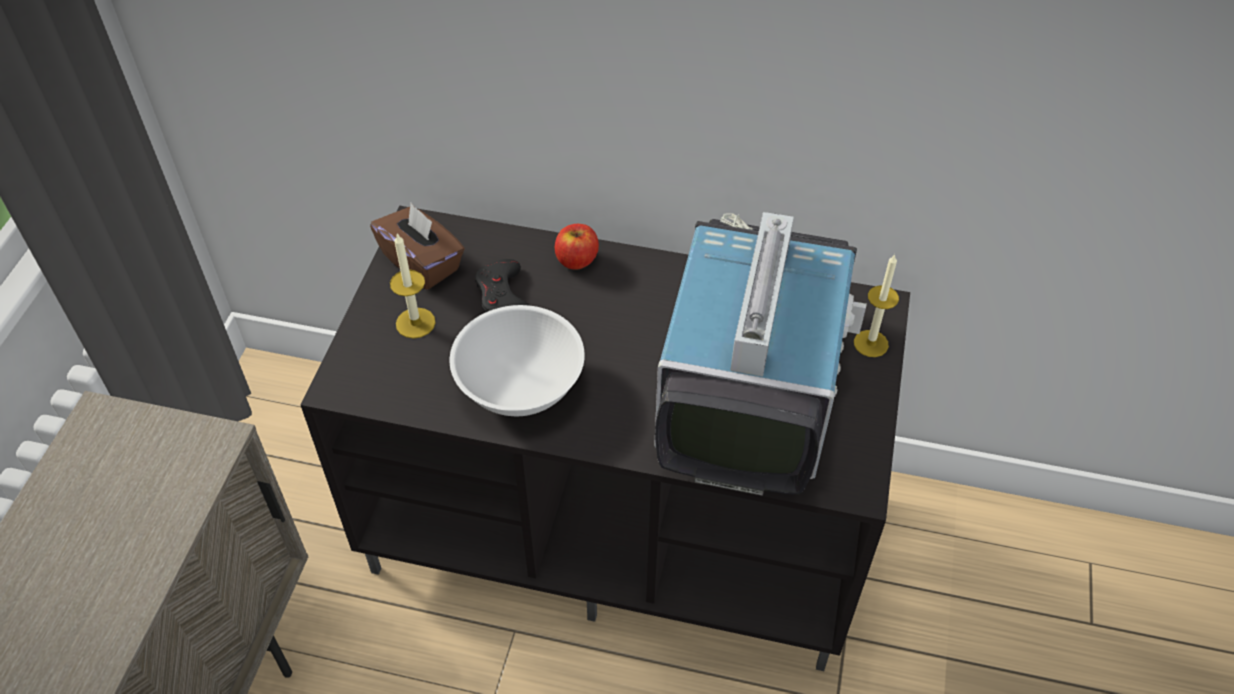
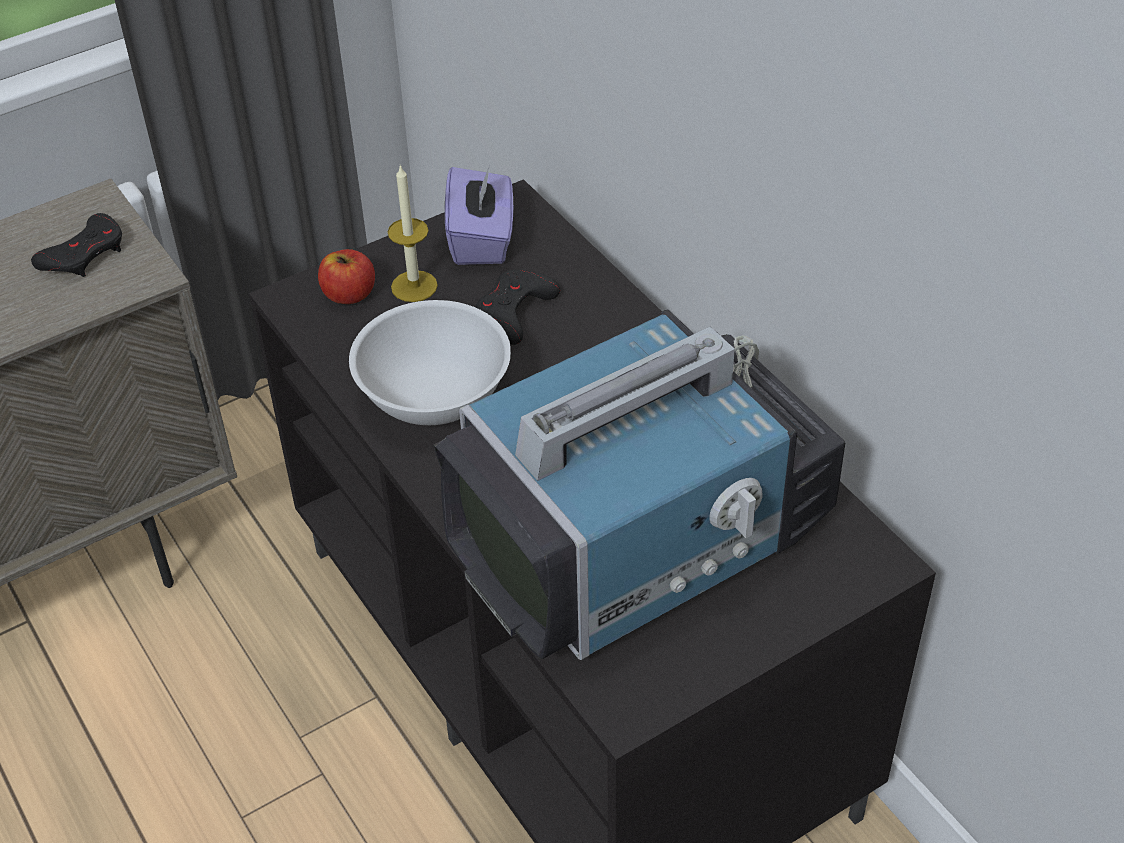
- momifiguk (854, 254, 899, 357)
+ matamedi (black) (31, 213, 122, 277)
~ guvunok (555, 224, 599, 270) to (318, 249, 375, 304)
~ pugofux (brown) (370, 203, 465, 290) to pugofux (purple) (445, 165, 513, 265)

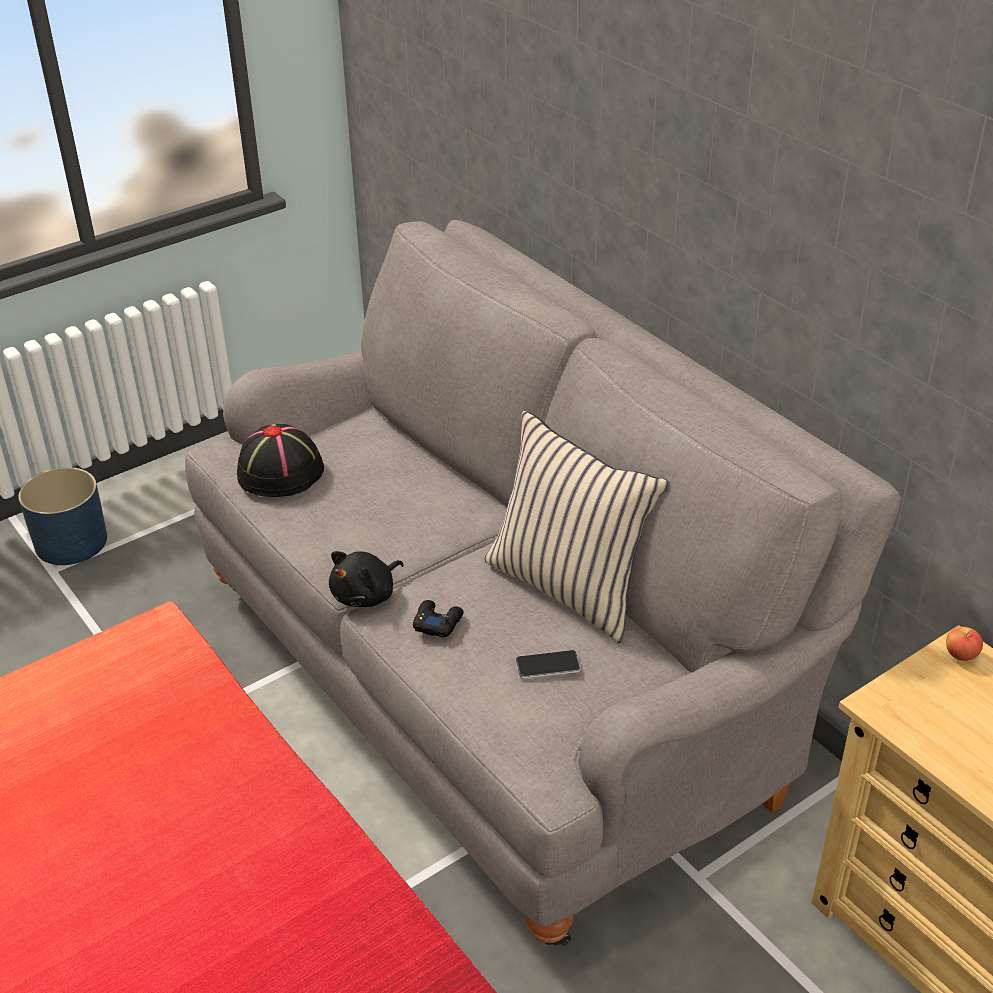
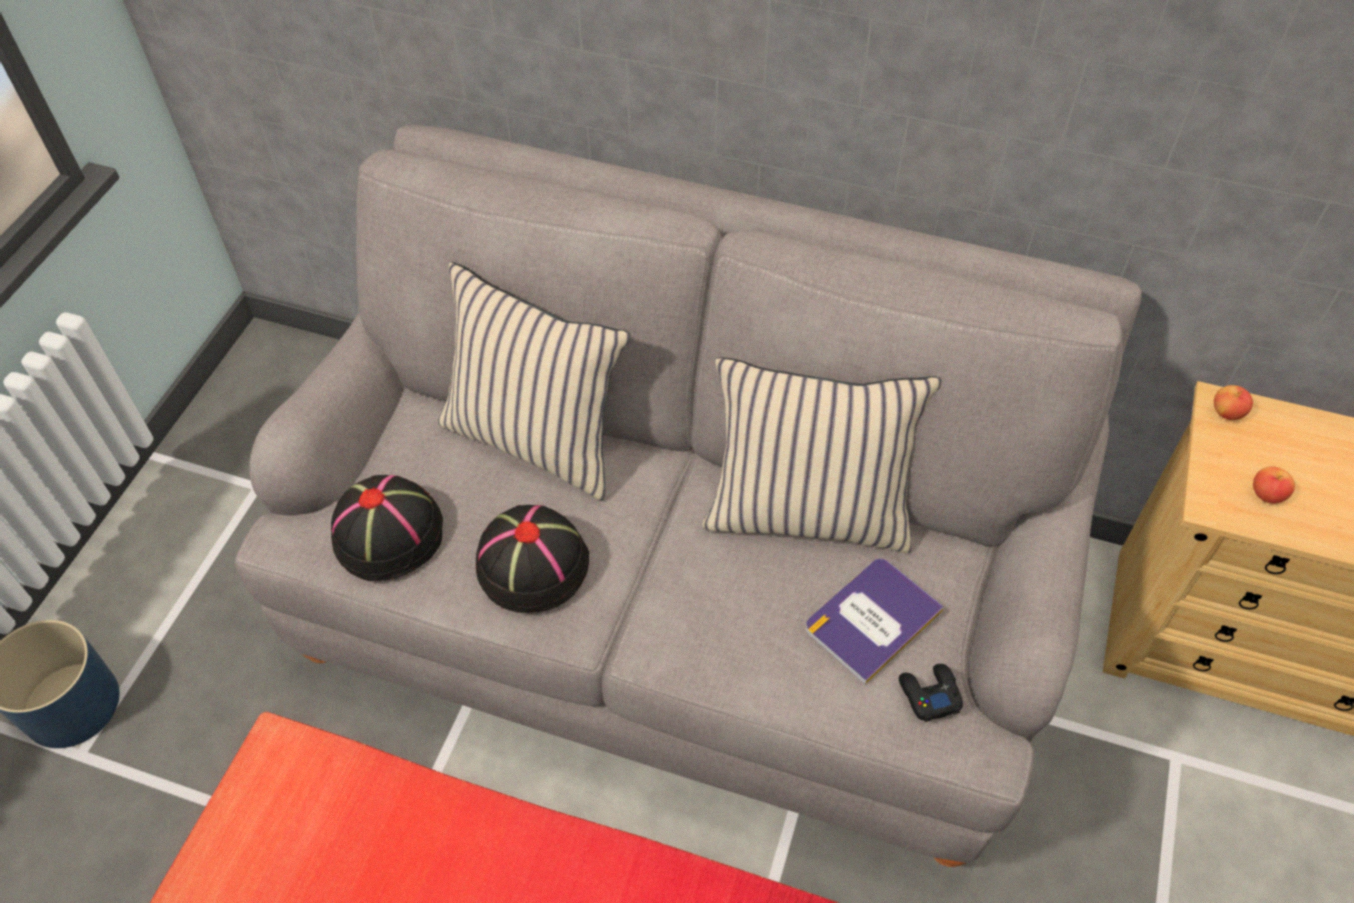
- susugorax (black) (329, 551, 404, 607)
+ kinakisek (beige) (437, 262, 631, 501)
+ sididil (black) (476, 505, 589, 613)
+ guvunok (1253, 467, 1295, 503)
~ matamedi (black) (413, 600, 464, 638) to (899, 664, 963, 722)
~ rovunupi (516, 650, 581, 679) to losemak (806, 559, 944, 684)

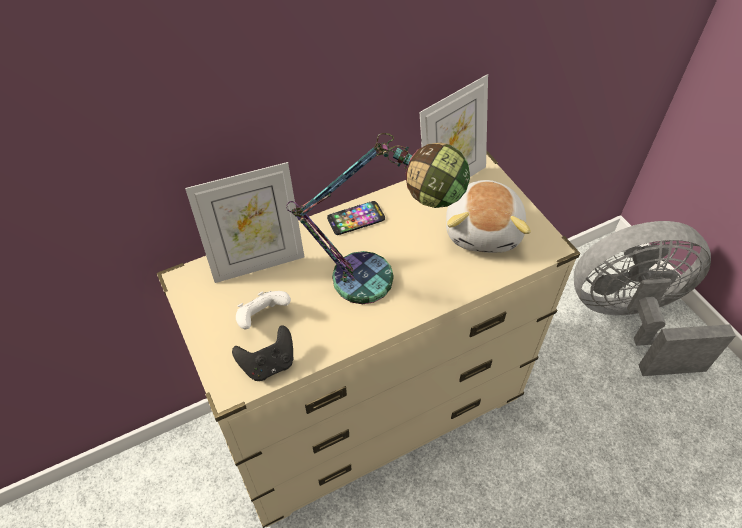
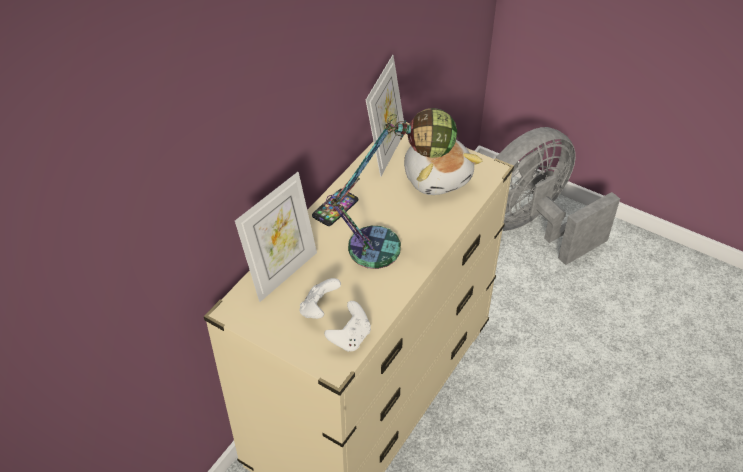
~ matamedi (black) (232, 326, 293, 381) to matamedi (white) (324, 301, 371, 352)

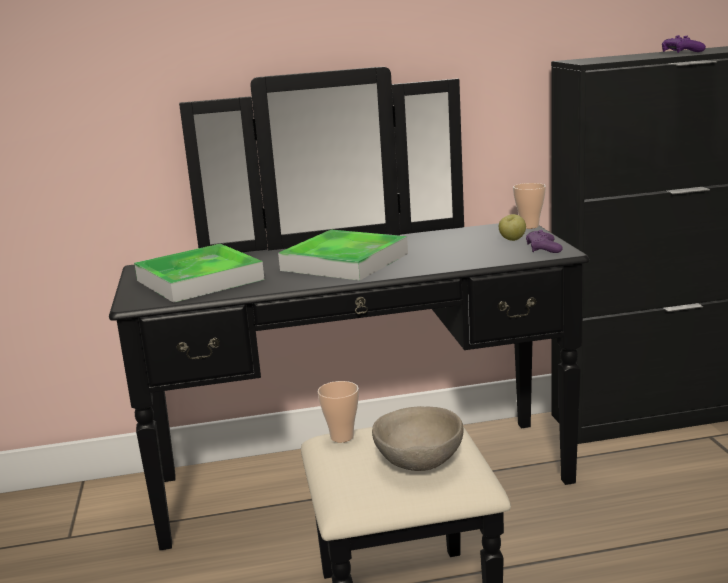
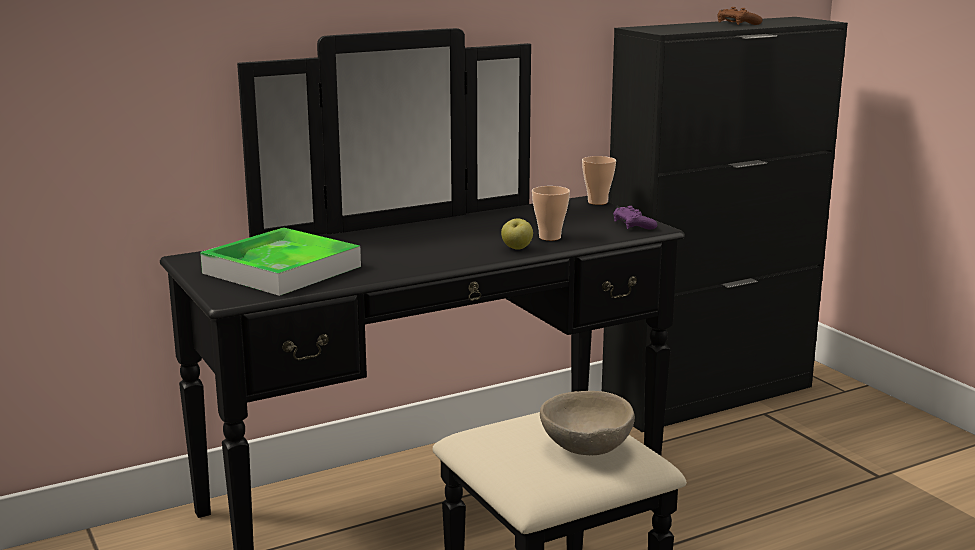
- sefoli (278, 230, 408, 281)
~ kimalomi (317, 381, 359, 442) to (532, 186, 570, 241)
~ guvunok (499, 214, 526, 241) to (501, 219, 533, 250)
~ matamedi (purple) (662, 35, 706, 53) to matamedi (brown) (717, 7, 762, 25)

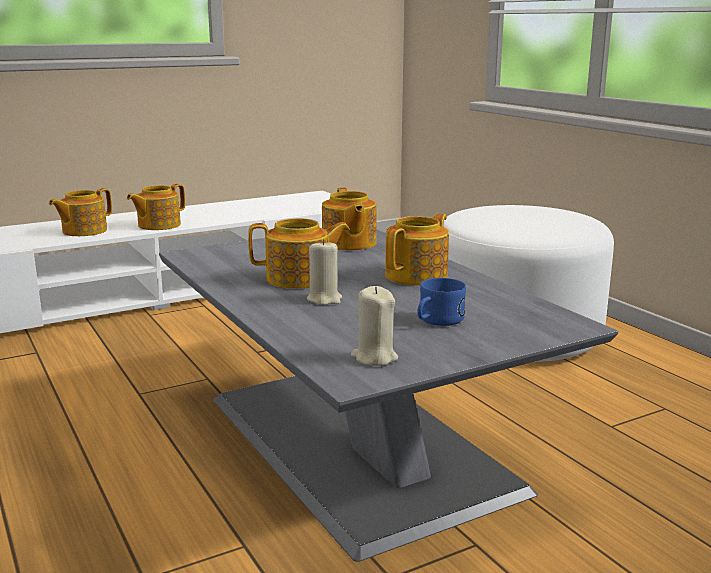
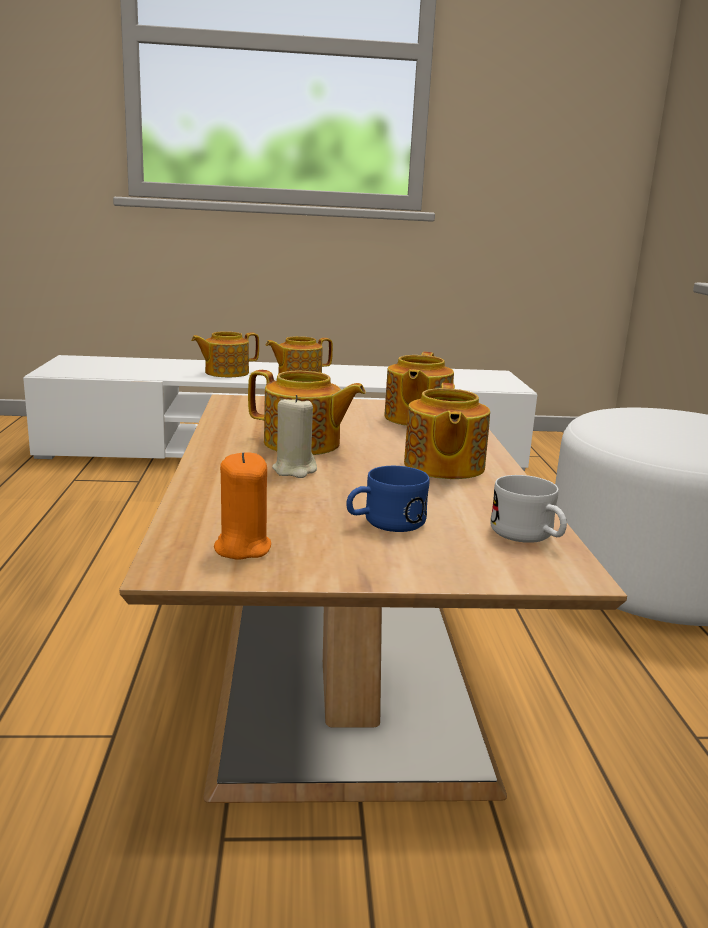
+ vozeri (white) (490, 475, 567, 543)
~ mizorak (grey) (159, 229, 618, 562) to mizorak (brown) (119, 394, 627, 803)
~ momifiguk (beige) (351, 286, 398, 366) to momifiguk (orange) (214, 452, 271, 560)
~ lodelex (385, 213, 449, 286) = (404, 383, 490, 479) 120 degrees clockwise

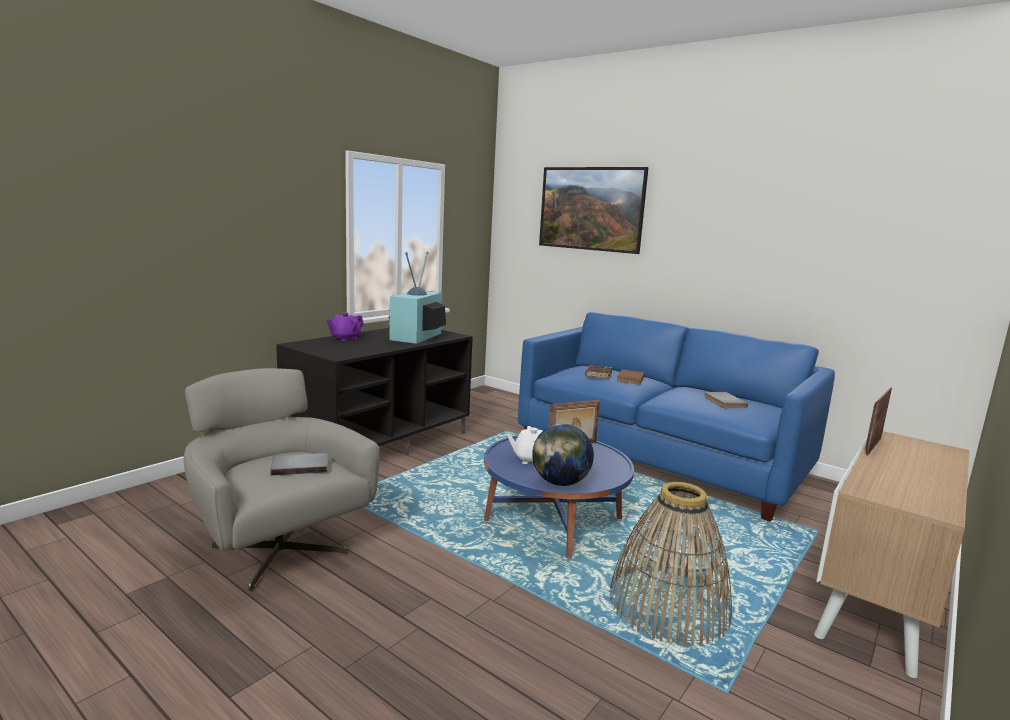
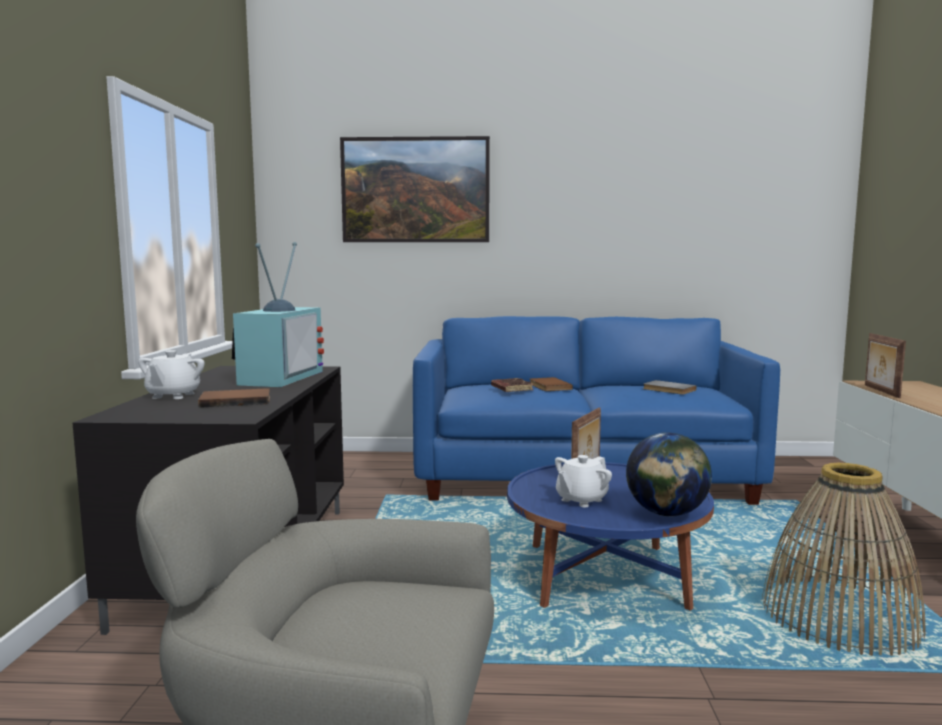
- losemak (grey) (270, 453, 328, 475)
+ losemak (brown) (198, 388, 270, 408)
~ lodelex (purple) (326, 312, 364, 341) to lodelex (white) (138, 350, 204, 399)
~ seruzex (388, 252, 446, 344) = (232, 242, 324, 387) 150 degrees counterclockwise

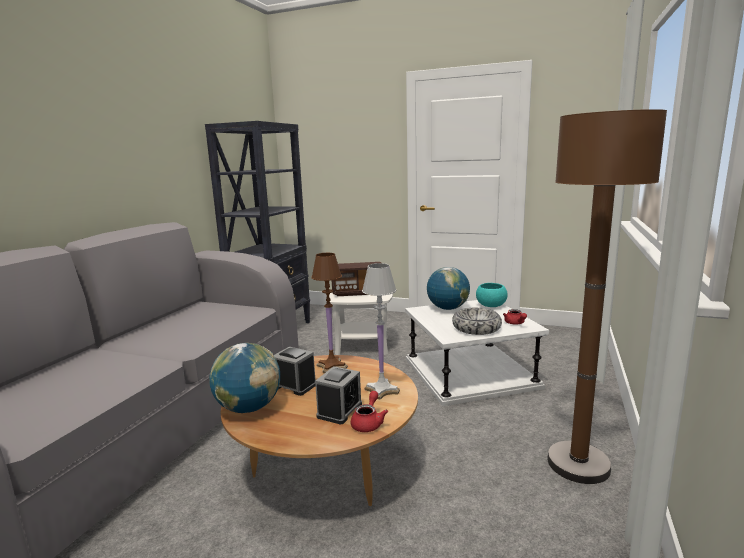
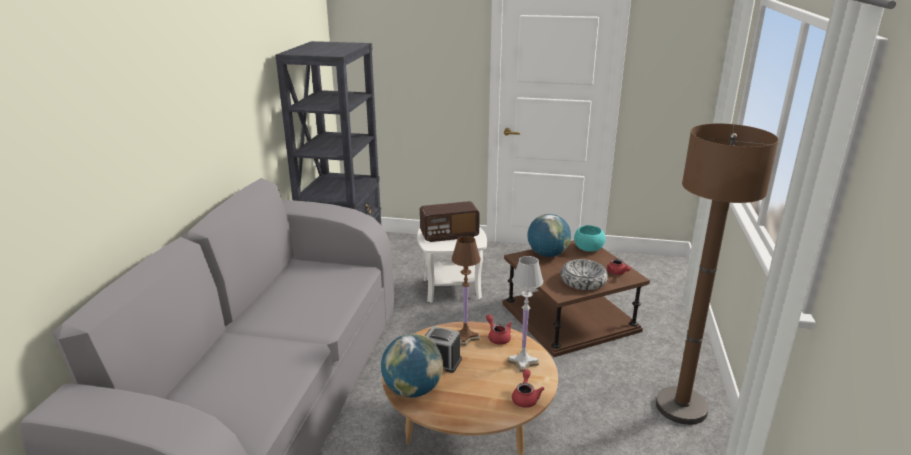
- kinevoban (315, 366, 362, 424)
+ lodelex (red) (486, 314, 512, 345)
~ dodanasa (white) (405, 300, 549, 406) to dodanasa (brown) (502, 241, 650, 357)

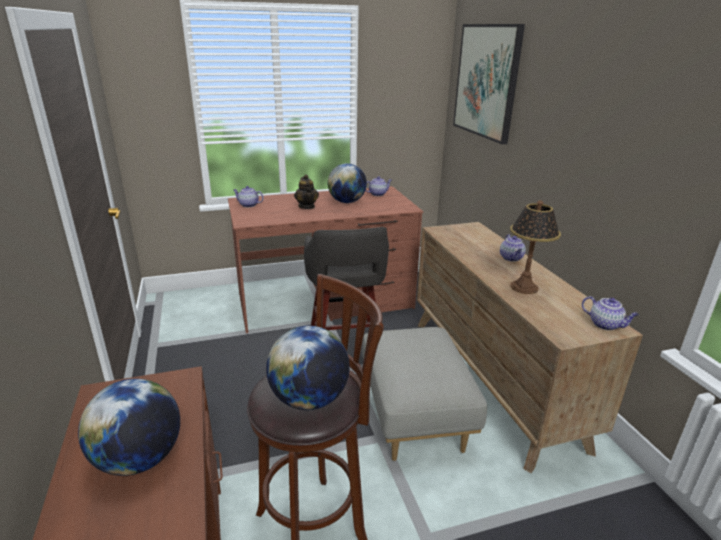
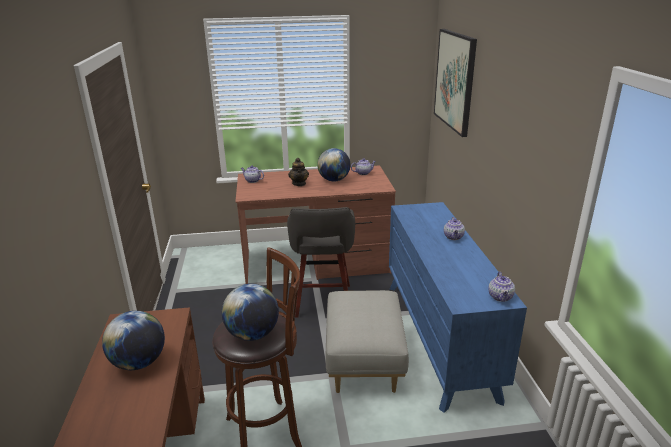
- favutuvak (510, 200, 561, 294)
~ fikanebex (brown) (417, 222, 643, 473) to fikanebex (blue) (389, 202, 527, 413)
~ lodelex (582, 296, 639, 330) = (489, 272, 515, 302) 45 degrees clockwise

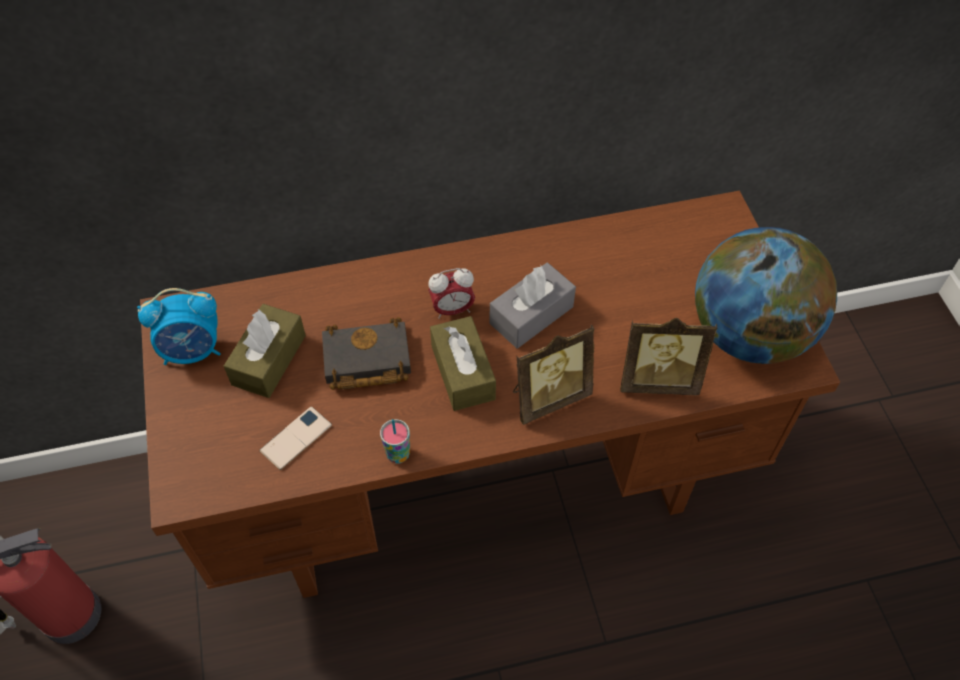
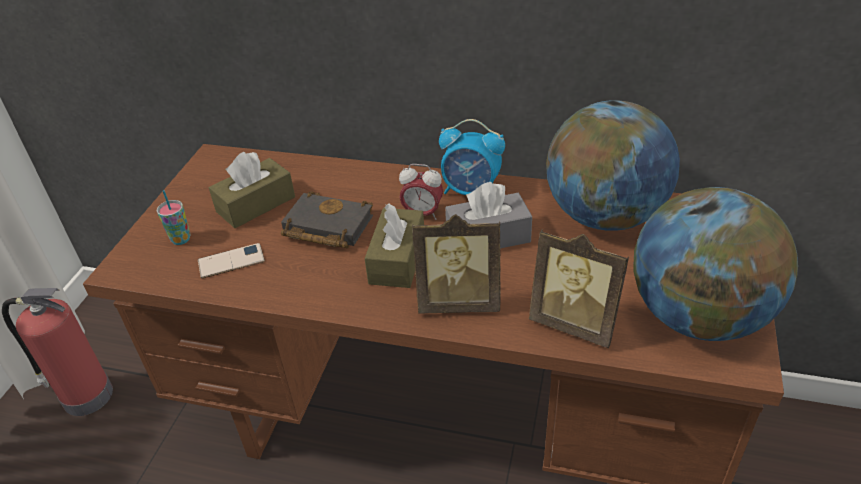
+ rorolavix (546, 100, 680, 231)
~ kinevoban (137, 288, 221, 365) to (439, 119, 505, 195)
~ kimalomi (380, 419, 410, 464) to (157, 190, 190, 245)

